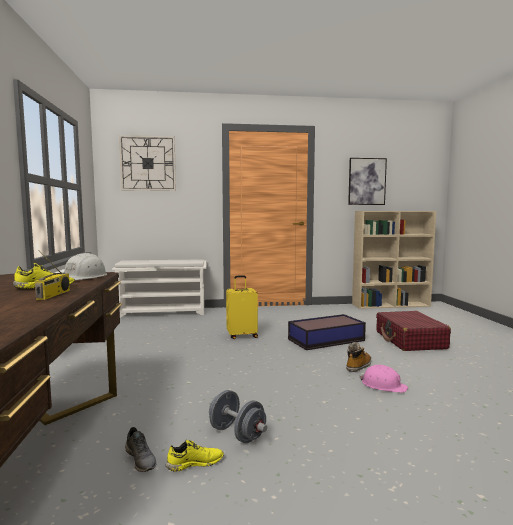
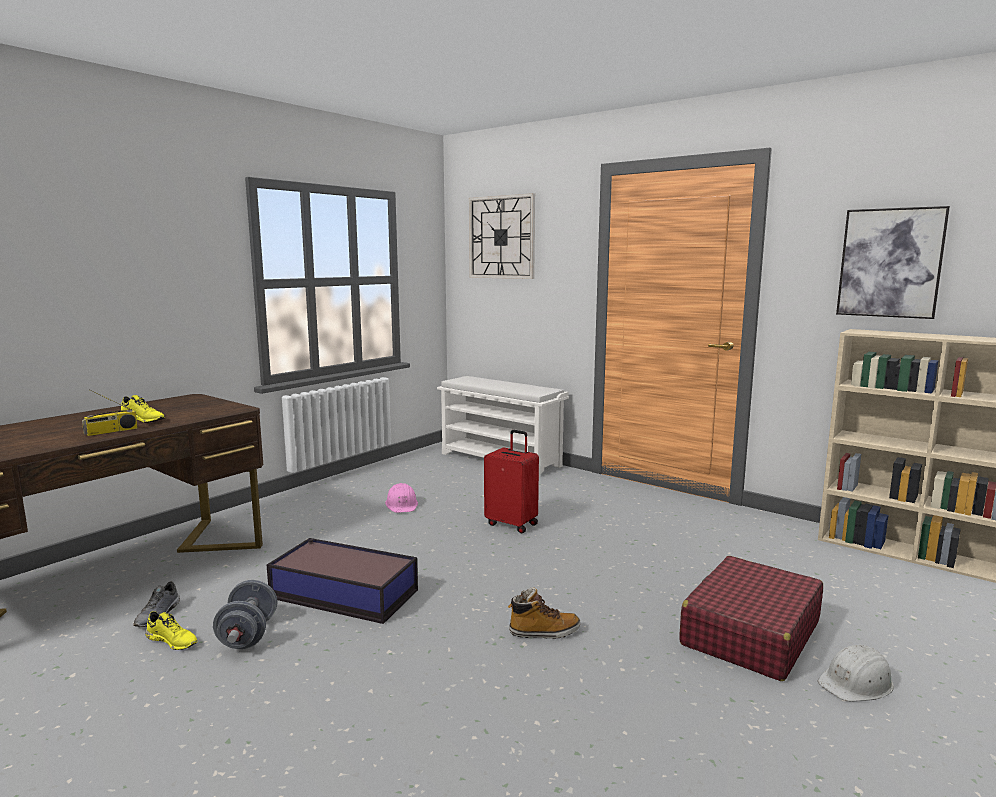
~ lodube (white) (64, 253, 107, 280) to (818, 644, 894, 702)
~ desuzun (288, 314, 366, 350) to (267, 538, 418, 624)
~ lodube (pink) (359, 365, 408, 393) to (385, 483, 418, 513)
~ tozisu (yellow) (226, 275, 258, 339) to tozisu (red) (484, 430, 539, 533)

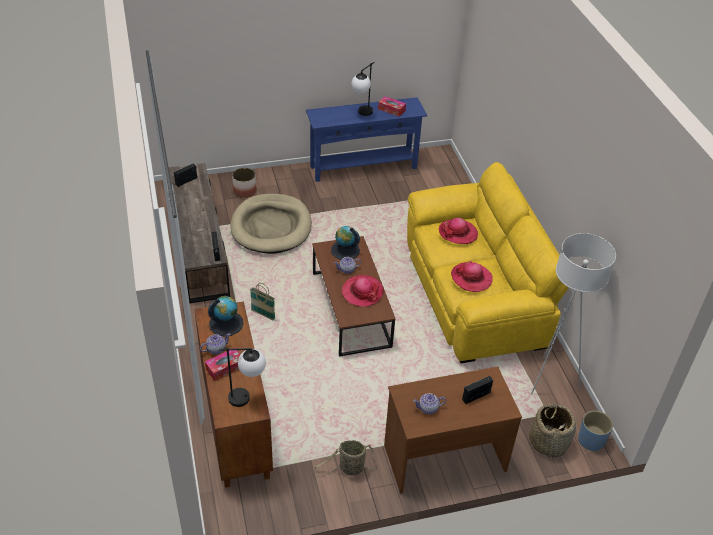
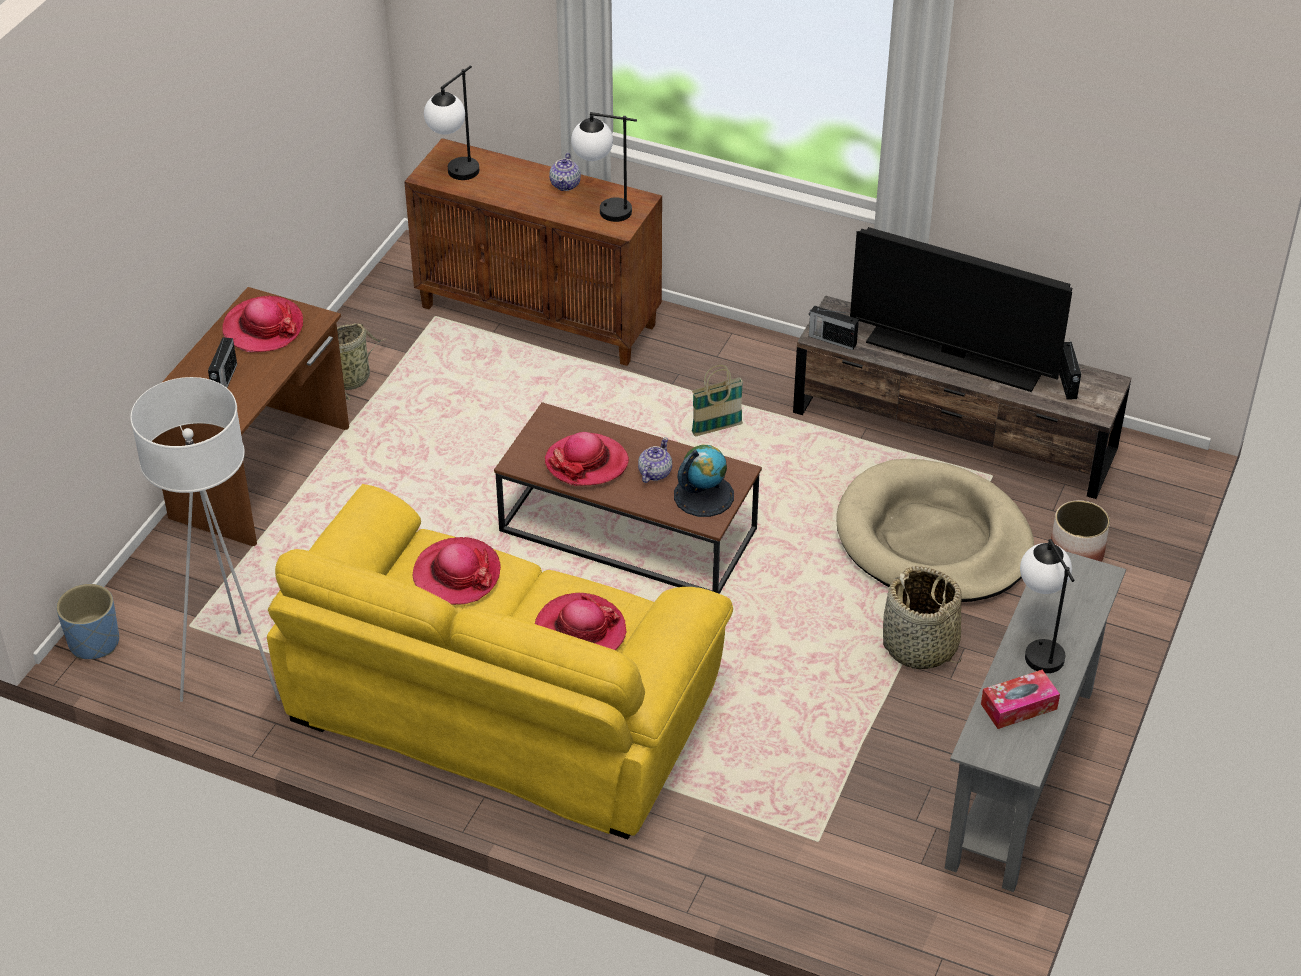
- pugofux (205, 347, 241, 381)
+ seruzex (850, 227, 1072, 392)
~ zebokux (529, 403, 576, 458) to (883, 566, 962, 669)
~ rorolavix (208, 296, 244, 337) to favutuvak (571, 112, 637, 222)
~ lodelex (413, 393, 446, 414) to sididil (222, 296, 303, 352)
~ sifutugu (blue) (306, 97, 427, 182) to sifutugu (grey) (945, 551, 1126, 892)

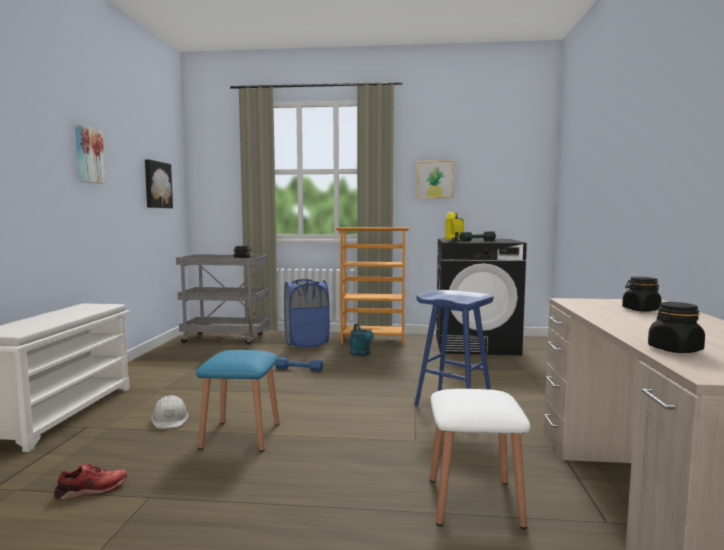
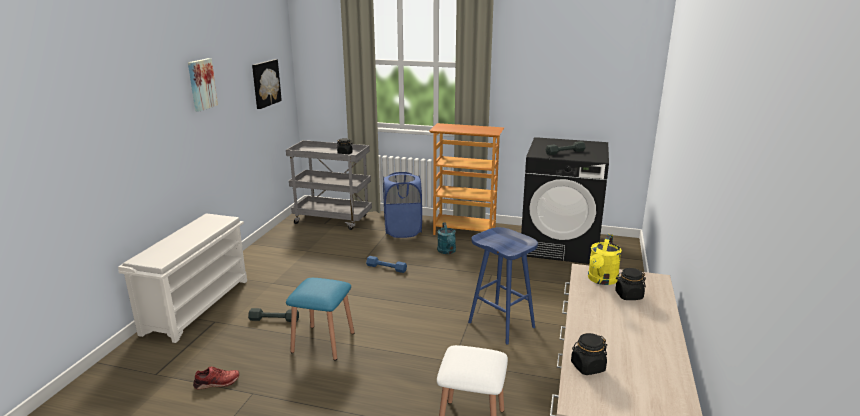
- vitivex (417, 161, 454, 198)
~ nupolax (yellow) (445, 212, 464, 240) to (588, 234, 622, 285)
~ lodube (white) (151, 395, 189, 429) to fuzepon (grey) (248, 308, 299, 322)

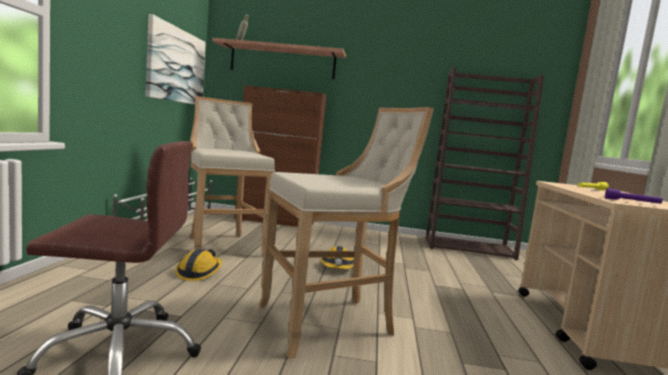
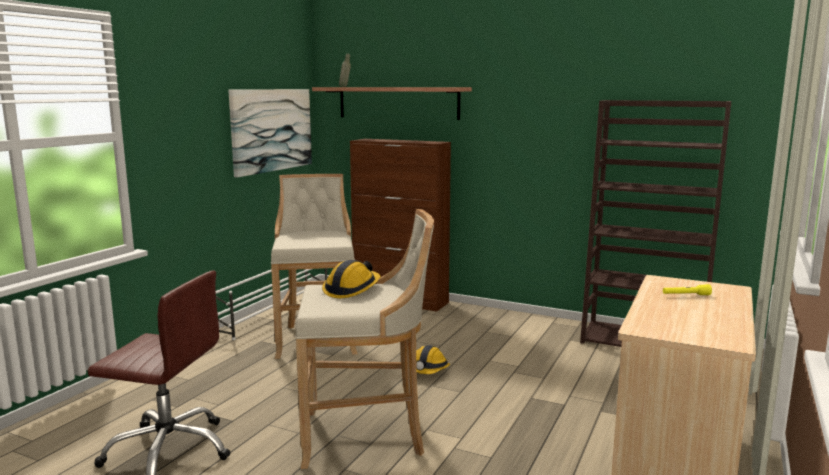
- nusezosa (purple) (605, 188, 663, 204)
~ lodube (175, 249, 222, 281) to (322, 260, 381, 298)

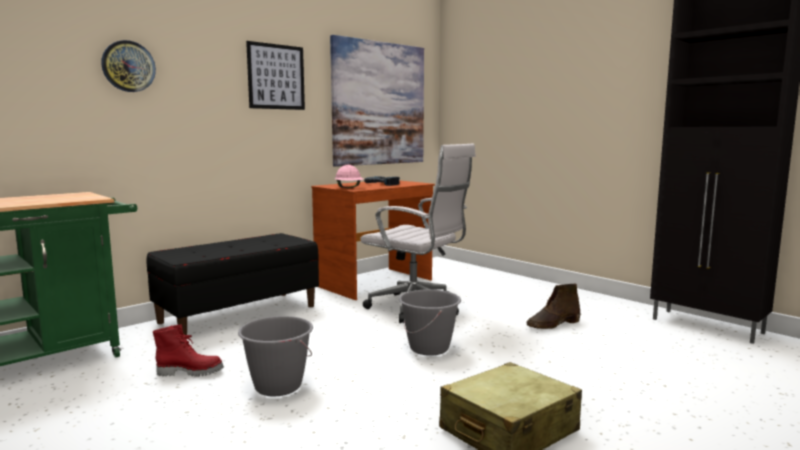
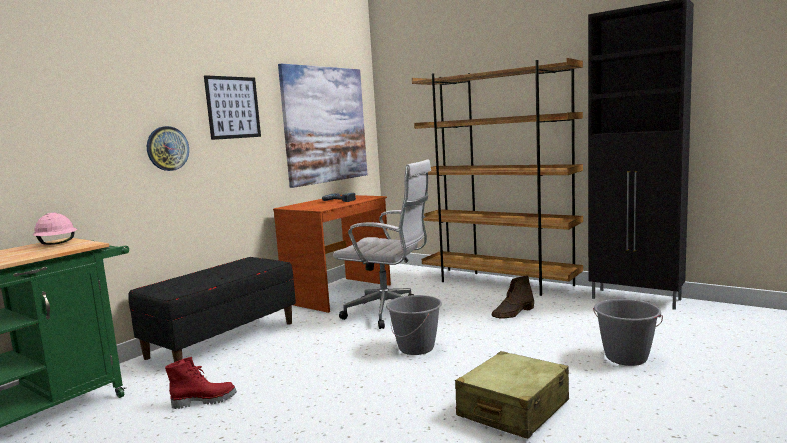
+ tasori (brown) (412, 58, 583, 296)
~ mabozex (101, 40, 156, 92) to (147, 126, 189, 171)
~ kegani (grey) (238, 316, 313, 396) to (593, 299, 663, 366)
~ lodube (pink) (335, 165, 364, 188) to (33, 213, 77, 245)

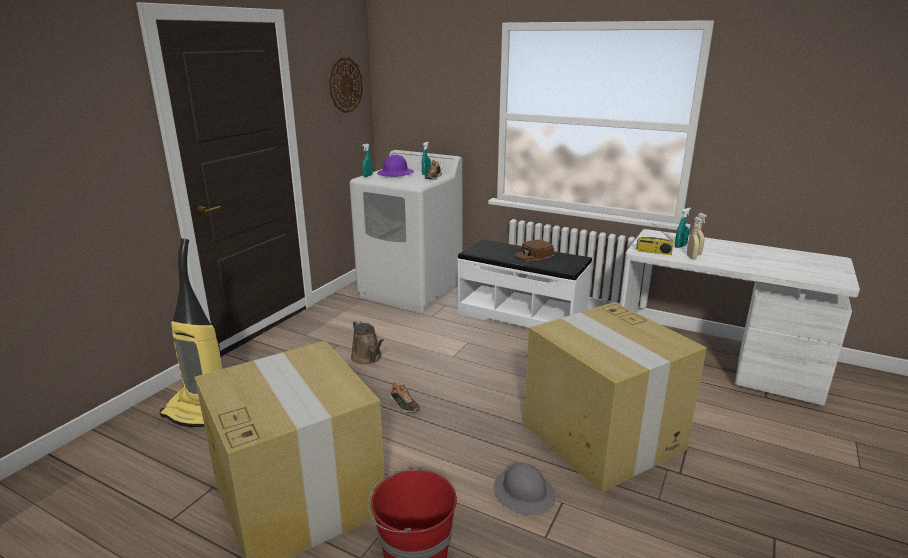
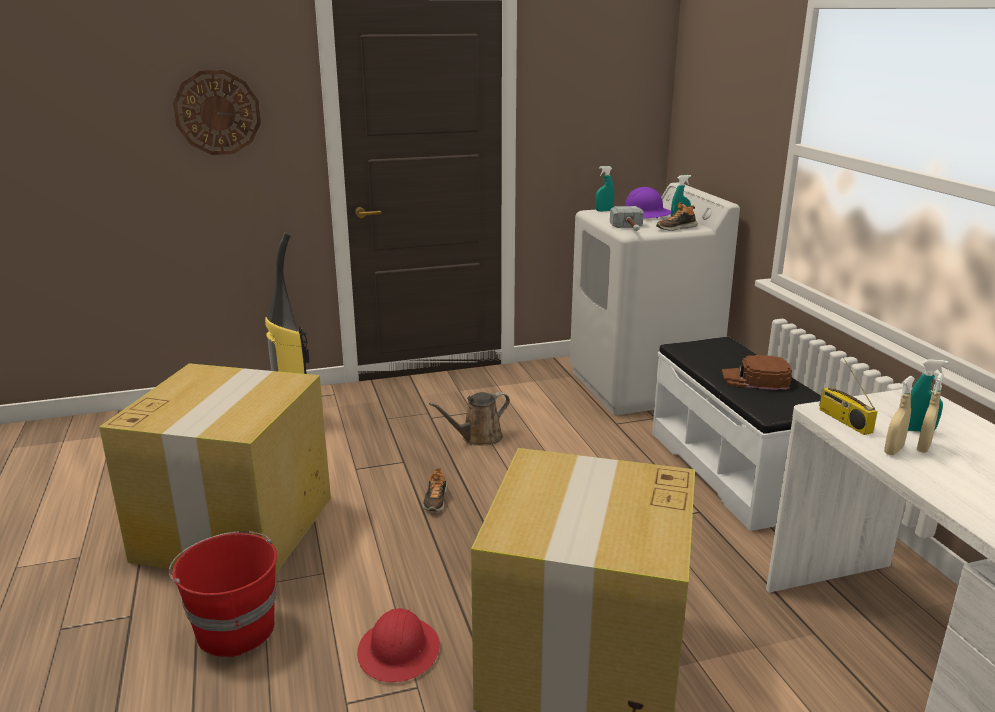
+ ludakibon (610, 206, 644, 231)
~ mabozex (329, 58, 363, 113) to (173, 70, 261, 155)
~ lodube (grey) (493, 463, 556, 515) to lodube (red) (357, 608, 440, 682)
~ nupolax (brown) (351, 320, 384, 364) = (429, 392, 510, 446) 45 degrees clockwise

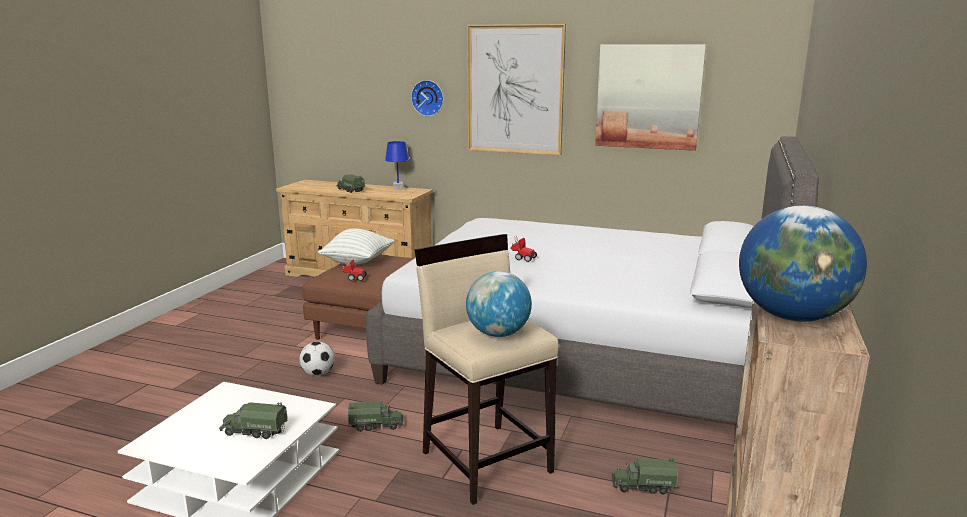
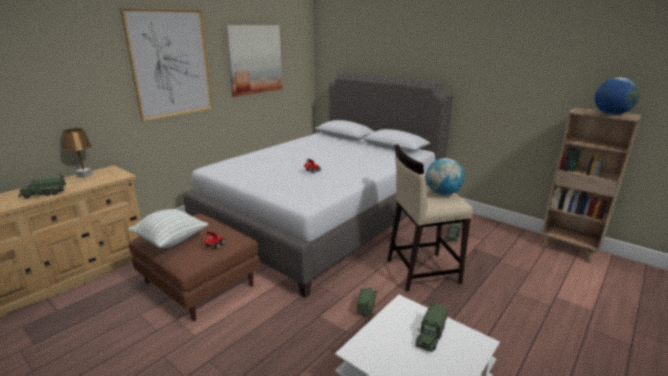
- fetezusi (299, 342, 334, 376)
- mabozex (411, 80, 444, 116)
~ favutuvak (blue) (385, 141, 409, 190) to favutuvak (brown) (62, 128, 93, 178)

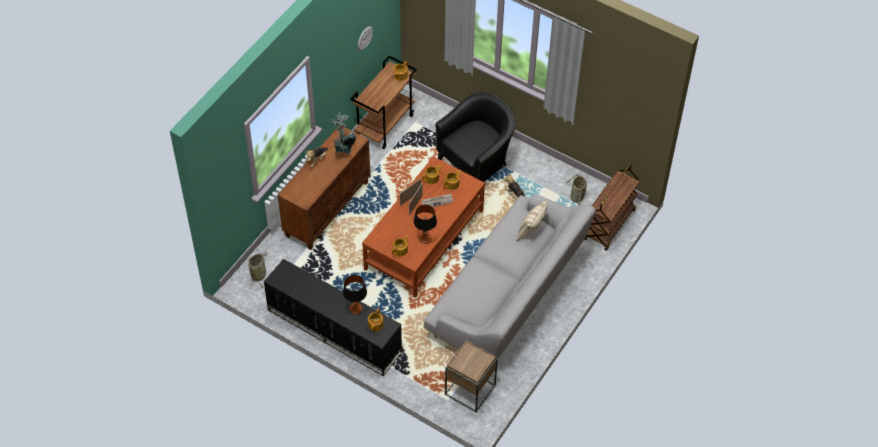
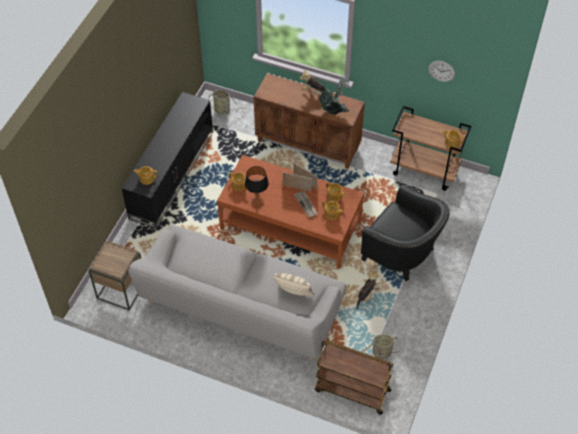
- favutuvak (343, 275, 367, 315)

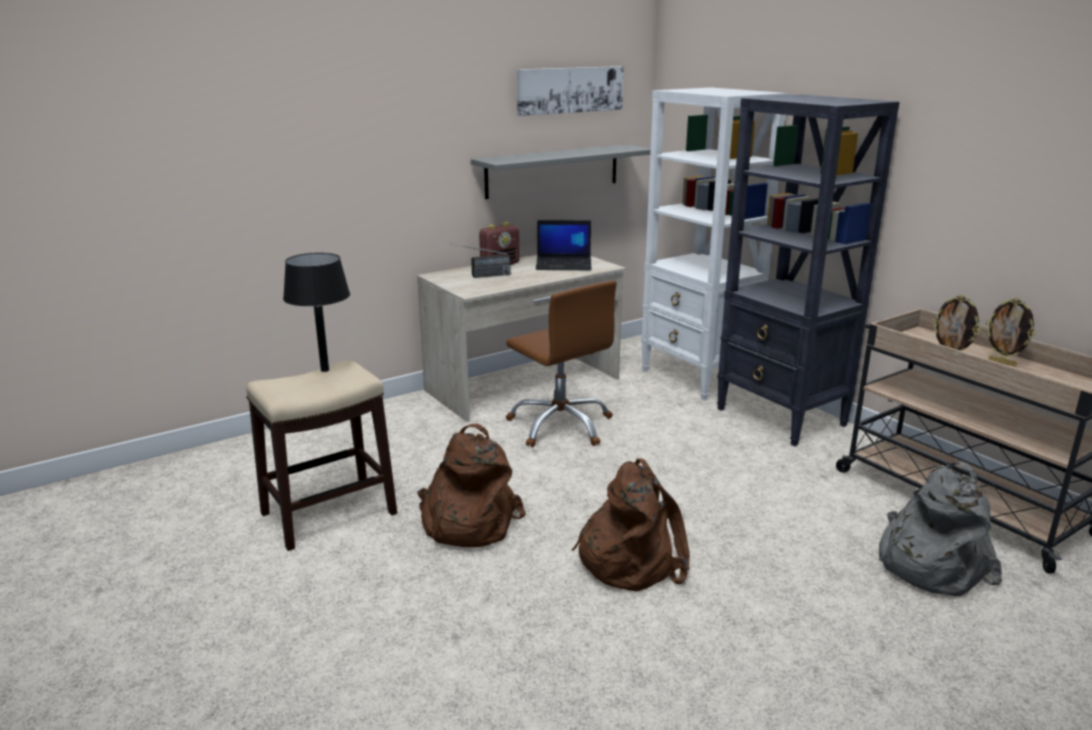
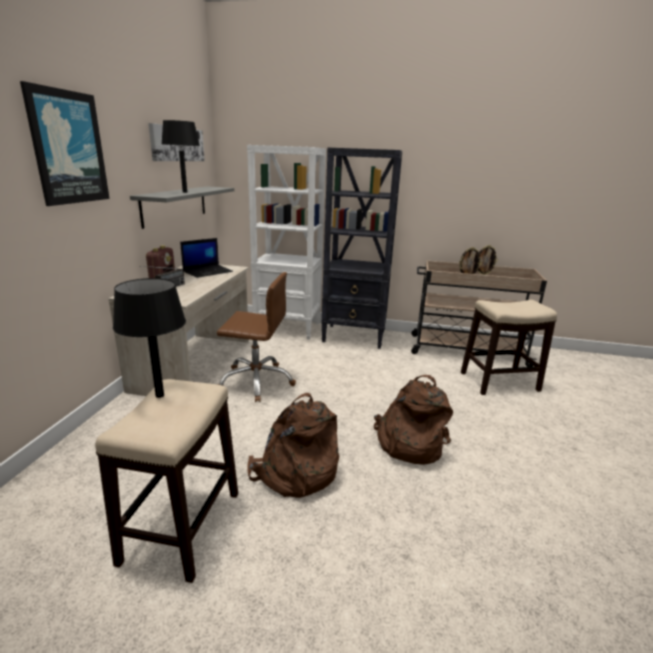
+ vitivex (20, 81, 110, 206)
+ favutuvak (black) (162, 120, 200, 193)
~ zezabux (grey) (879, 462, 1002, 596) to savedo (461, 300, 557, 395)

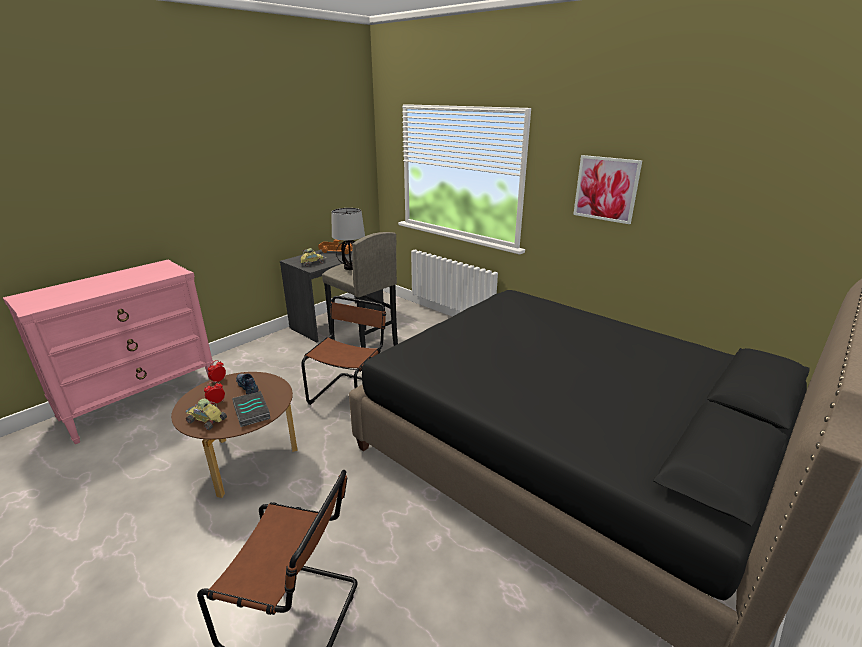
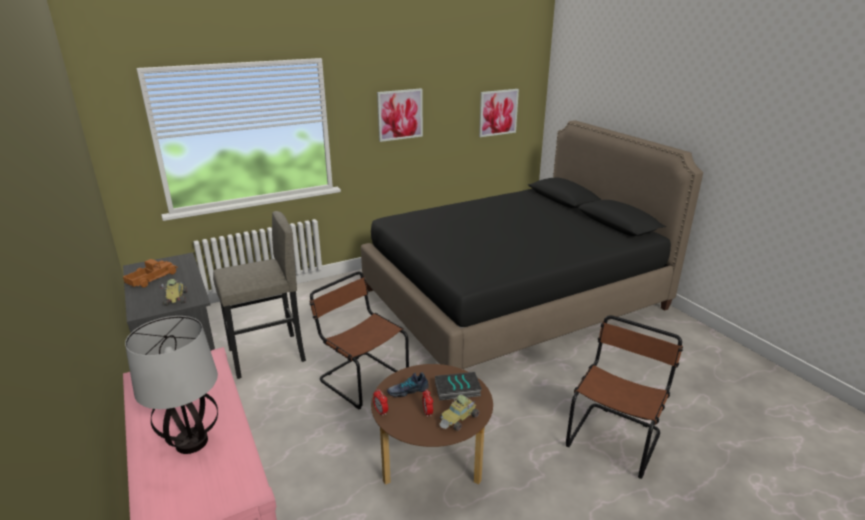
+ vitivex (479, 89, 519, 137)
~ favutuvak (332, 208, 365, 270) to (125, 316, 218, 454)

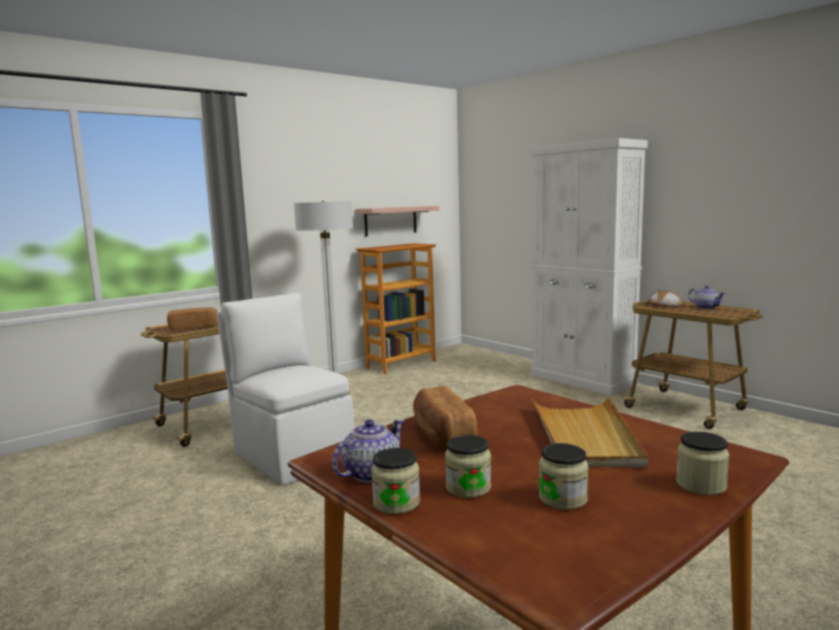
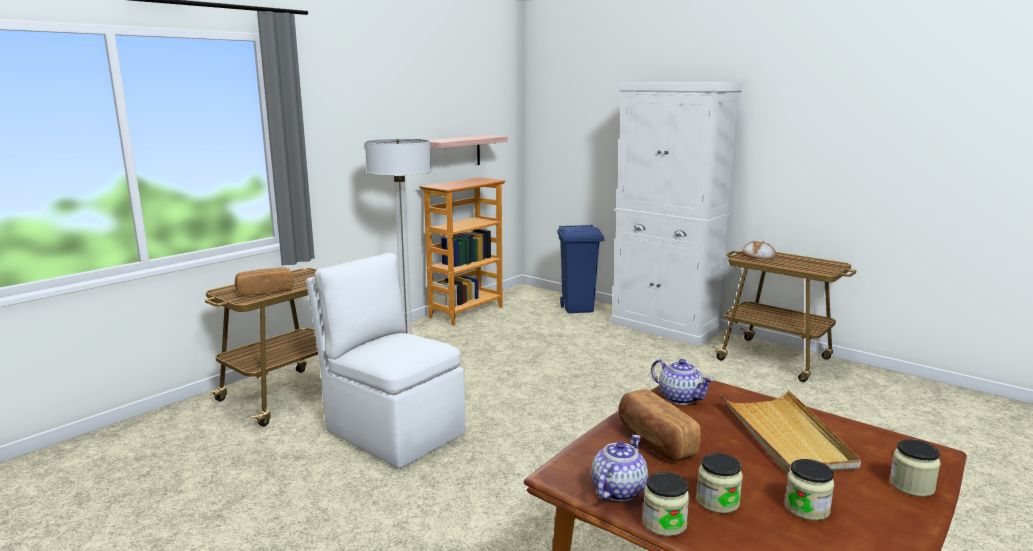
+ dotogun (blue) (557, 225, 604, 313)
~ lodelex (689, 286, 726, 309) to (651, 359, 714, 405)

